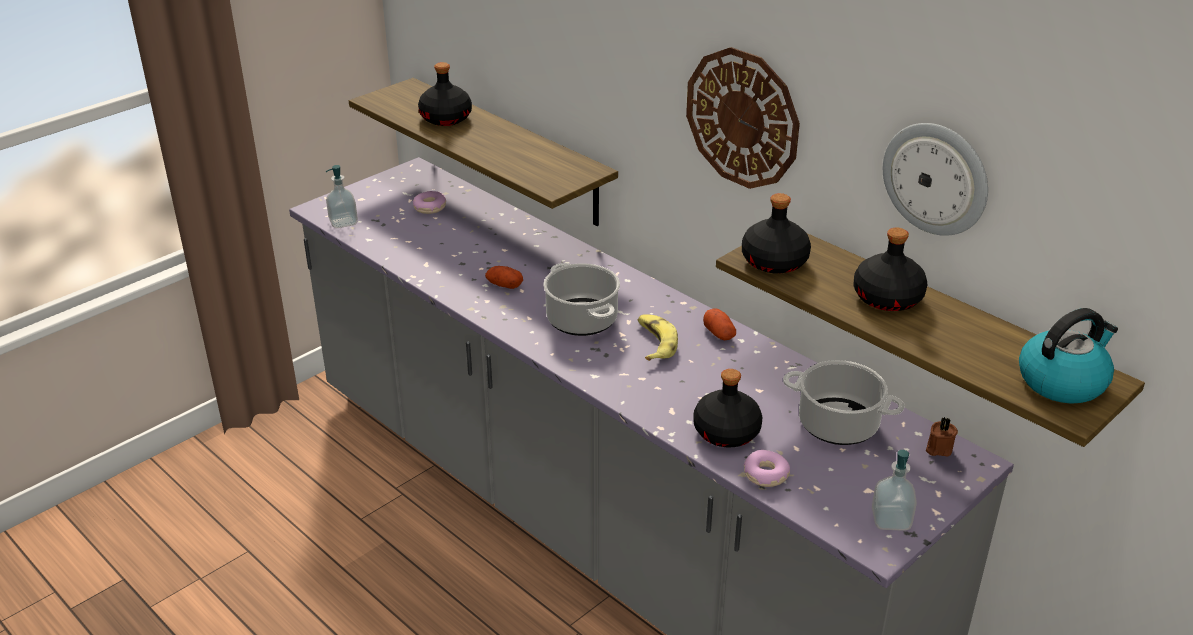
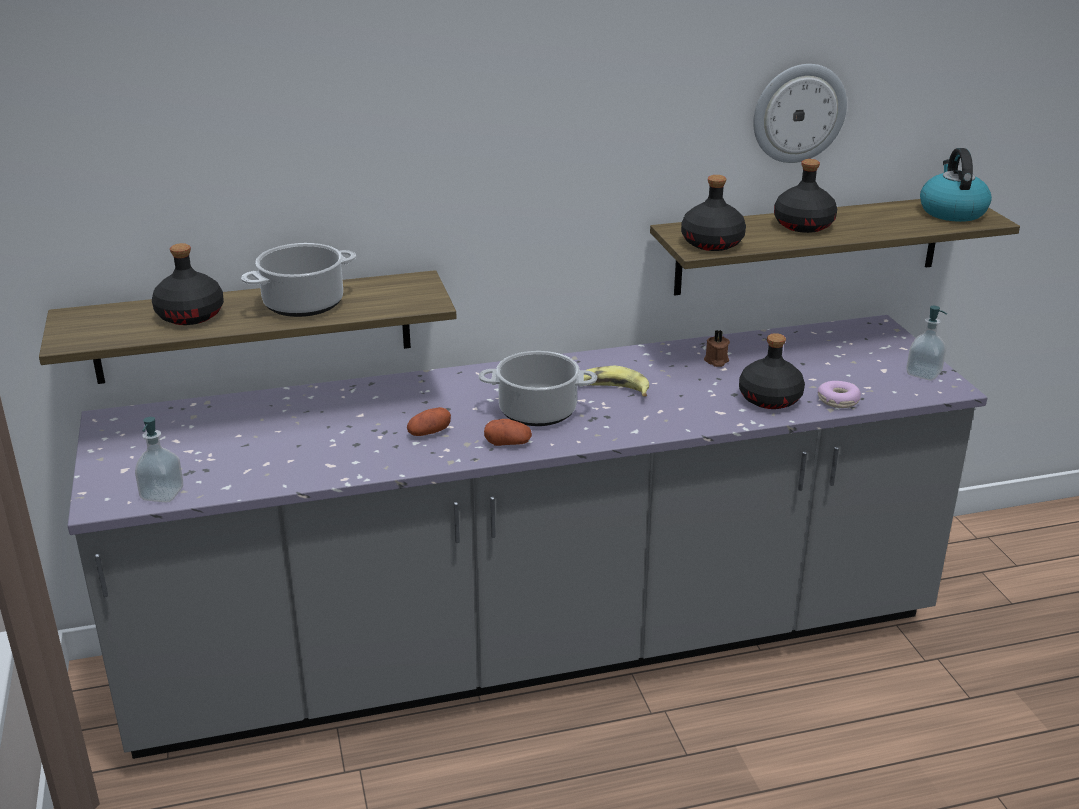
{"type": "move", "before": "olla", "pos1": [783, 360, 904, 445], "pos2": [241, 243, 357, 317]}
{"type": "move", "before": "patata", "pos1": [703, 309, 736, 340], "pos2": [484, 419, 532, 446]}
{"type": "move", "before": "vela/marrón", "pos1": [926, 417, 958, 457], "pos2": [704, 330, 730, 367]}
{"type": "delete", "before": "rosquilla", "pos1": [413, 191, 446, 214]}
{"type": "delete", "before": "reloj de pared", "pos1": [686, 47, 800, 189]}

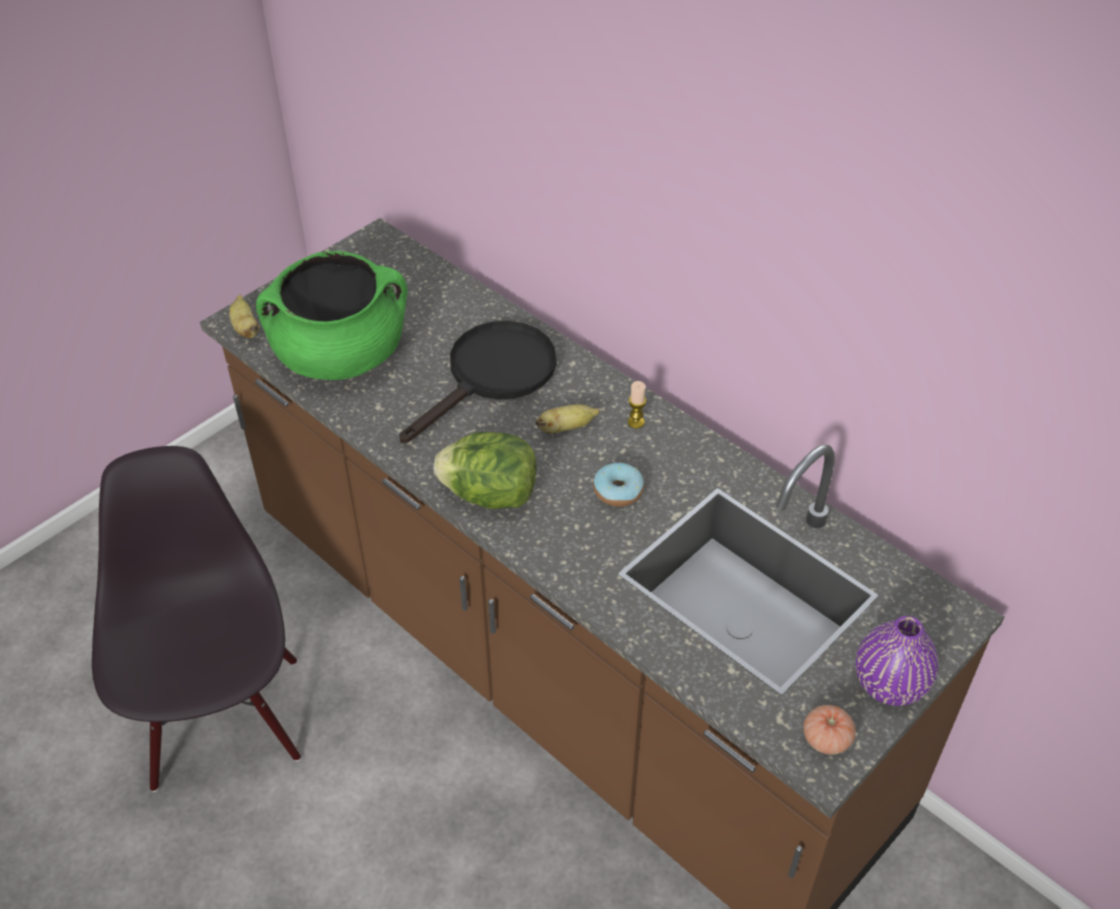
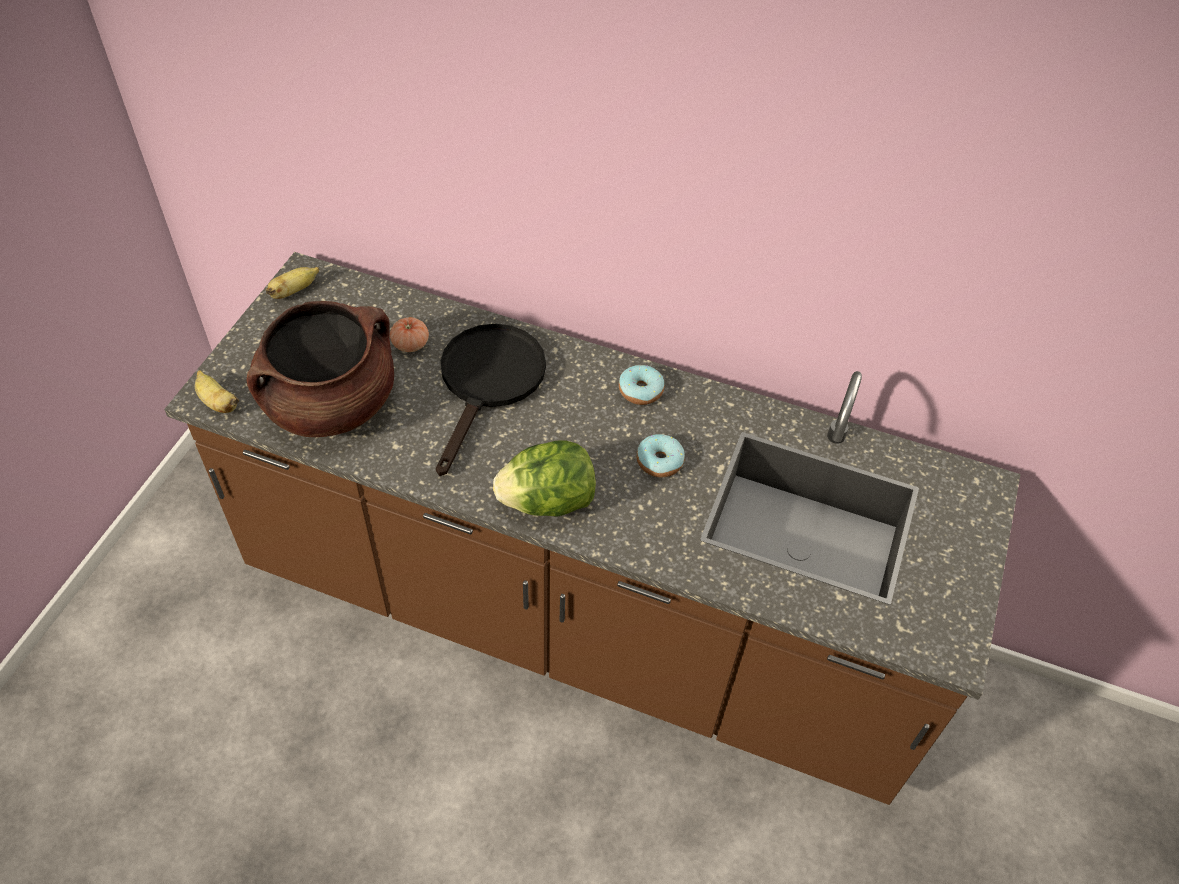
{"type": "recolor", "before": "olla/verde", "after": "olla/marrón", "pos1": [256, 251, 408, 380], "pos2": [246, 301, 394, 437]}
{"type": "move", "before": "plátano", "pos1": [536, 404, 600, 433], "pos2": [266, 267, 319, 299]}
{"type": "move", "before": "tomate", "pos1": [803, 705, 856, 755], "pos2": [390, 317, 429, 352]}
{"type": "replace", "before": "vela", "after": "rosquilla", "pos1": [628, 381, 646, 429], "pos2": [619, 365, 664, 405]}
{"type": "delete", "before": "silla/negro", "pos1": [92, 446, 301, 792]}
{"type": "delete", "before": "florero/morado", "pos1": [856, 616, 938, 706]}

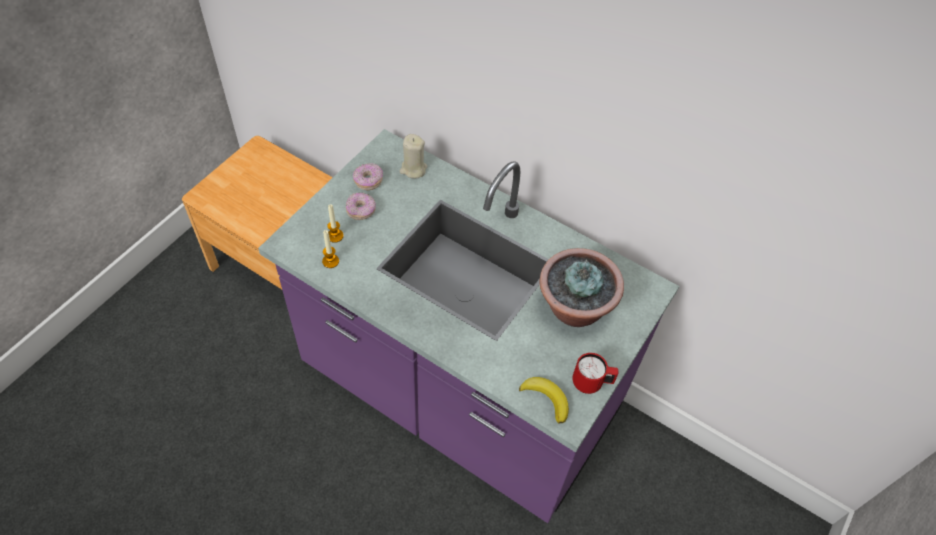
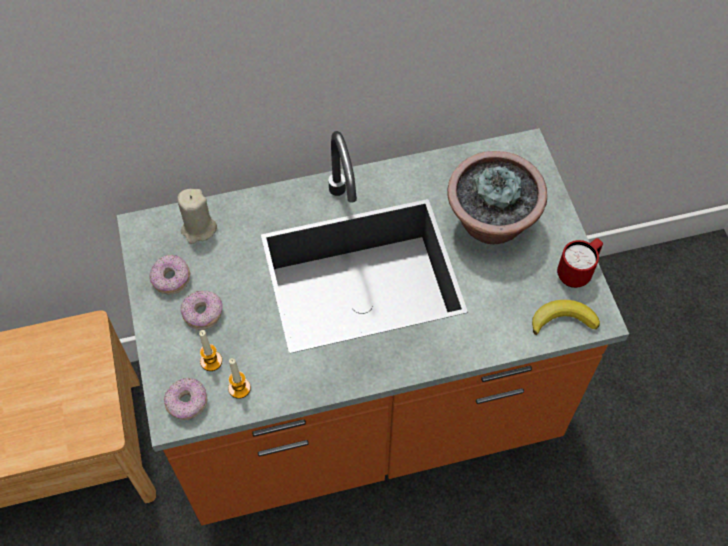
{"type": "recolor", "before": "mueble bajo de cocina/morado", "after": "mueble bajo de cocina/naranja", "pos1": [258, 129, 679, 523], "pos2": [117, 128, 629, 525]}
{"type": "insert", "after": "rosquilla", "pos2": [164, 377, 207, 420]}

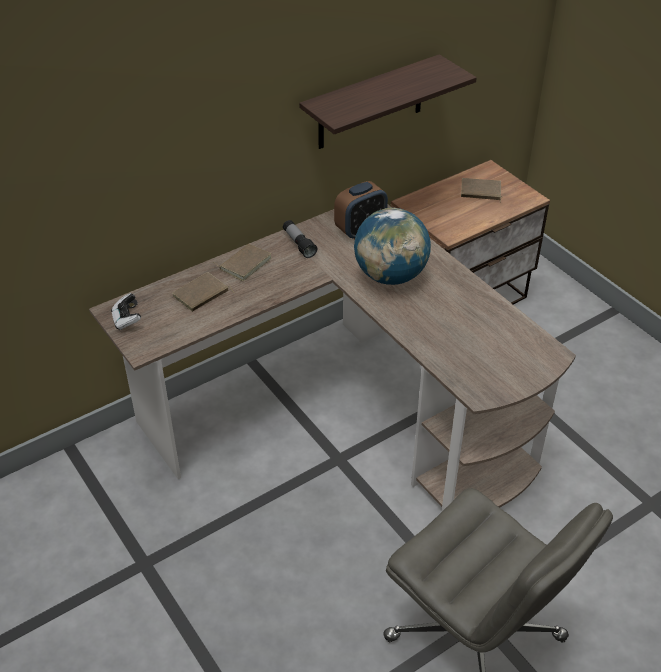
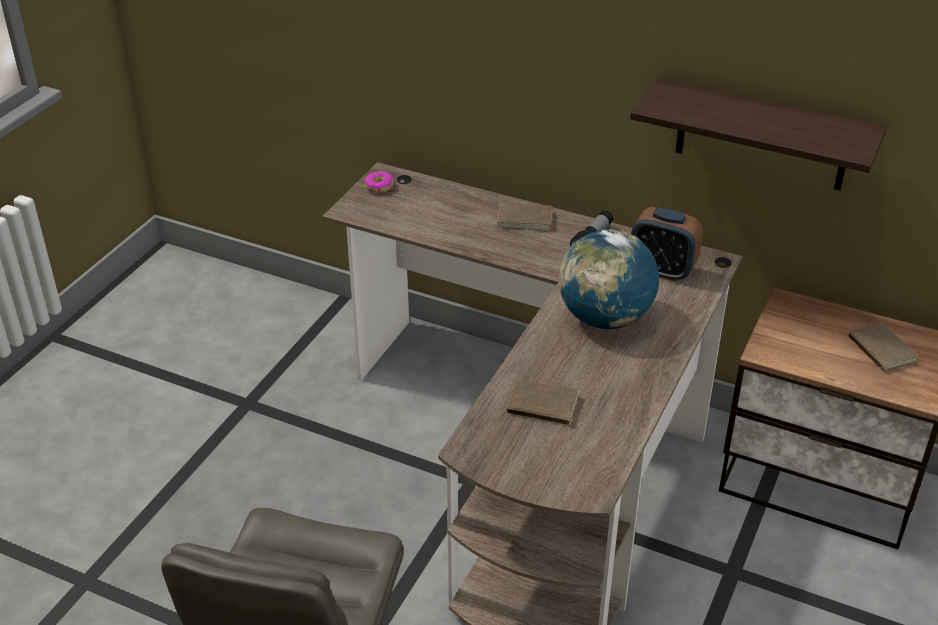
{"type": "replace", "before": "mando de consola", "after": "rosquilla", "pos1": [111, 293, 141, 331], "pos2": [364, 171, 393, 193]}
{"type": "move", "before": "libro/marrón", "pos1": [172, 272, 234, 312], "pos2": [507, 379, 580, 431]}

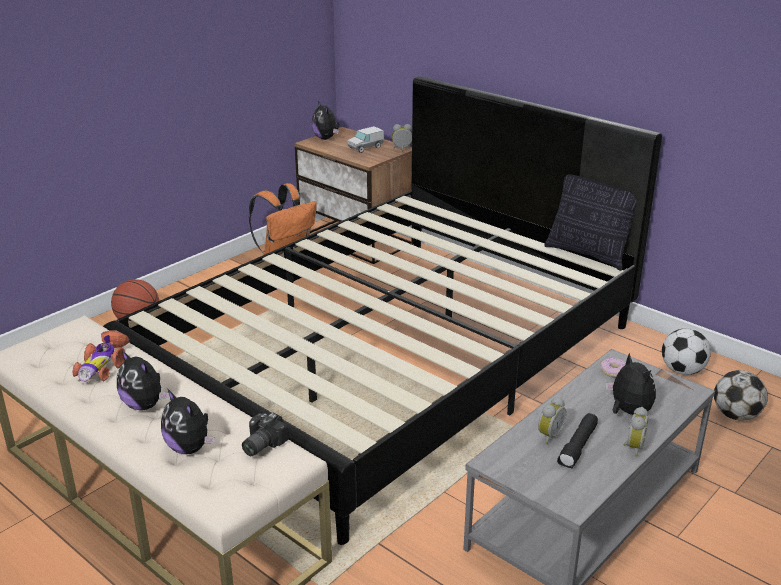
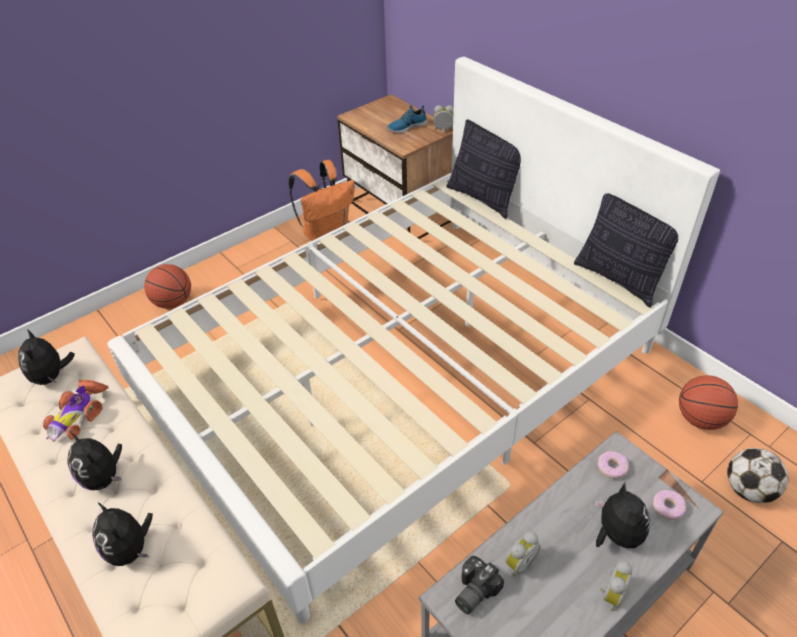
{"type": "move", "before": "peluche", "pos1": [312, 101, 339, 140], "pos2": [18, 329, 75, 385]}
{"type": "recolor", "before": "cama/negro", "after": "cama/blanco", "pos1": [103, 76, 662, 545], "pos2": [107, 57, 720, 623]}
{"type": "replace", "before": "camión de juguete", "after": "zapato", "pos1": [347, 126, 384, 153], "pos2": [387, 105, 427, 133]}
{"type": "insert", "after": "cojín", "pos2": [447, 119, 521, 219]}
{"type": "move", "before": "cámara", "pos1": [242, 413, 289, 456], "pos2": [455, 556, 504, 614]}
{"type": "insert", "after": "rosquilla", "pos2": [653, 490, 686, 520]}
{"type": "replace", "before": "balón de fútbol", "after": "balón de baloncesto", "pos1": [662, 328, 711, 375], "pos2": [679, 375, 738, 430]}
{"type": "delete", "before": "linterna/negro", "pos1": [557, 413, 598, 468]}

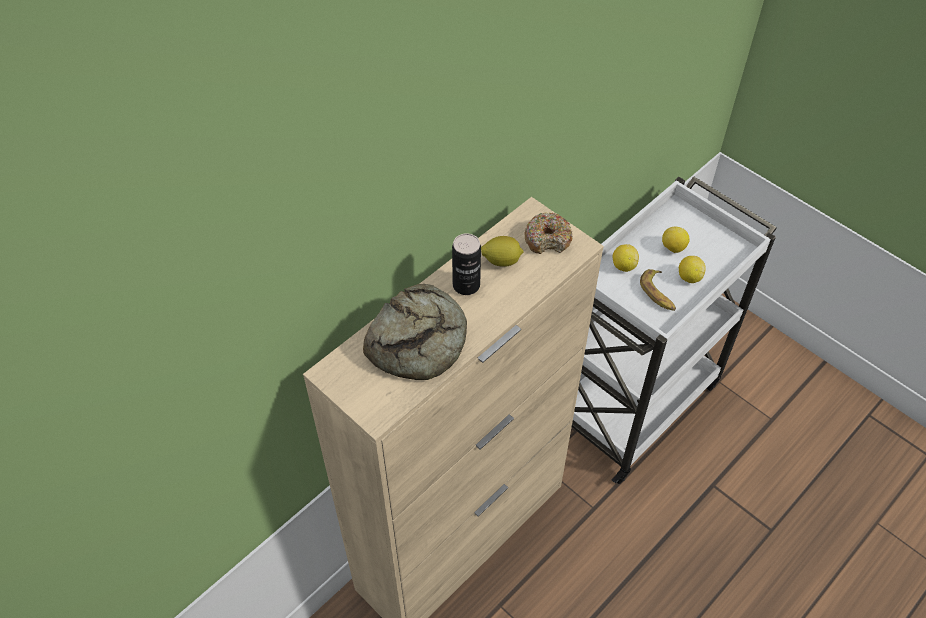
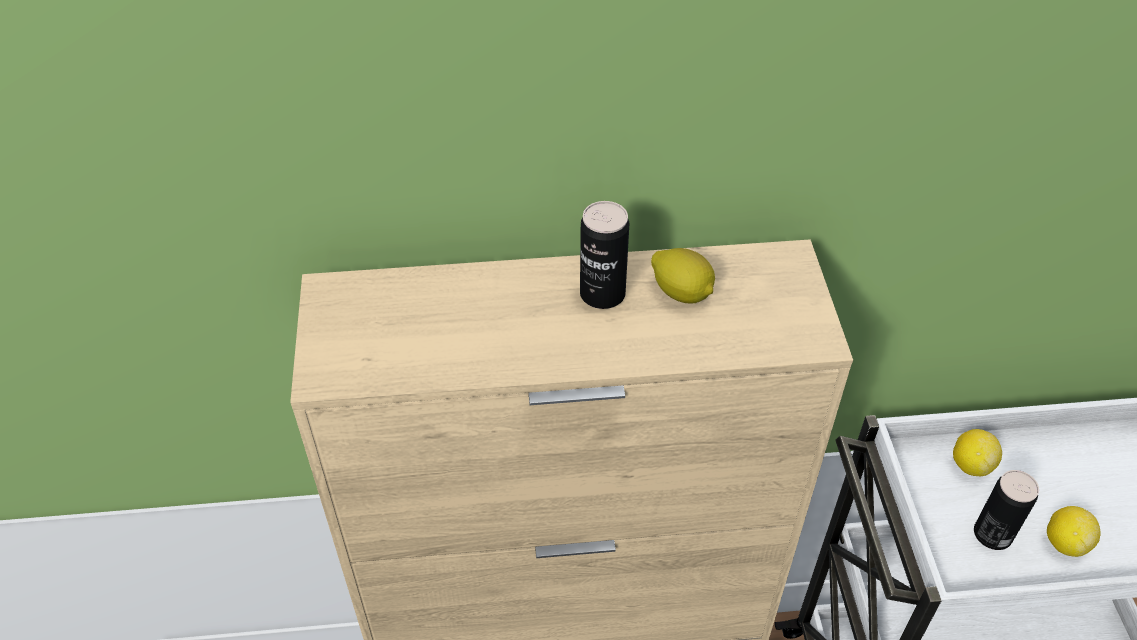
{"type": "replace", "before": "plátano", "after": "lata", "pos1": [640, 269, 676, 311], "pos2": [974, 470, 1039, 550]}
{"type": "delete", "before": "pan", "pos1": [363, 284, 467, 380]}
{"type": "delete", "before": "rosquilla", "pos1": [524, 212, 573, 254]}
{"type": "delete", "before": "limón", "pos1": [662, 227, 690, 253]}

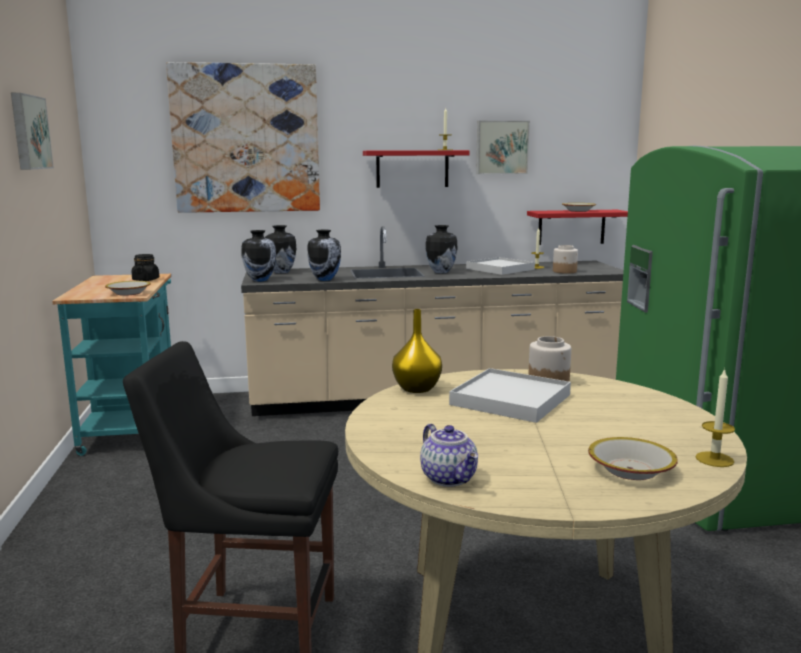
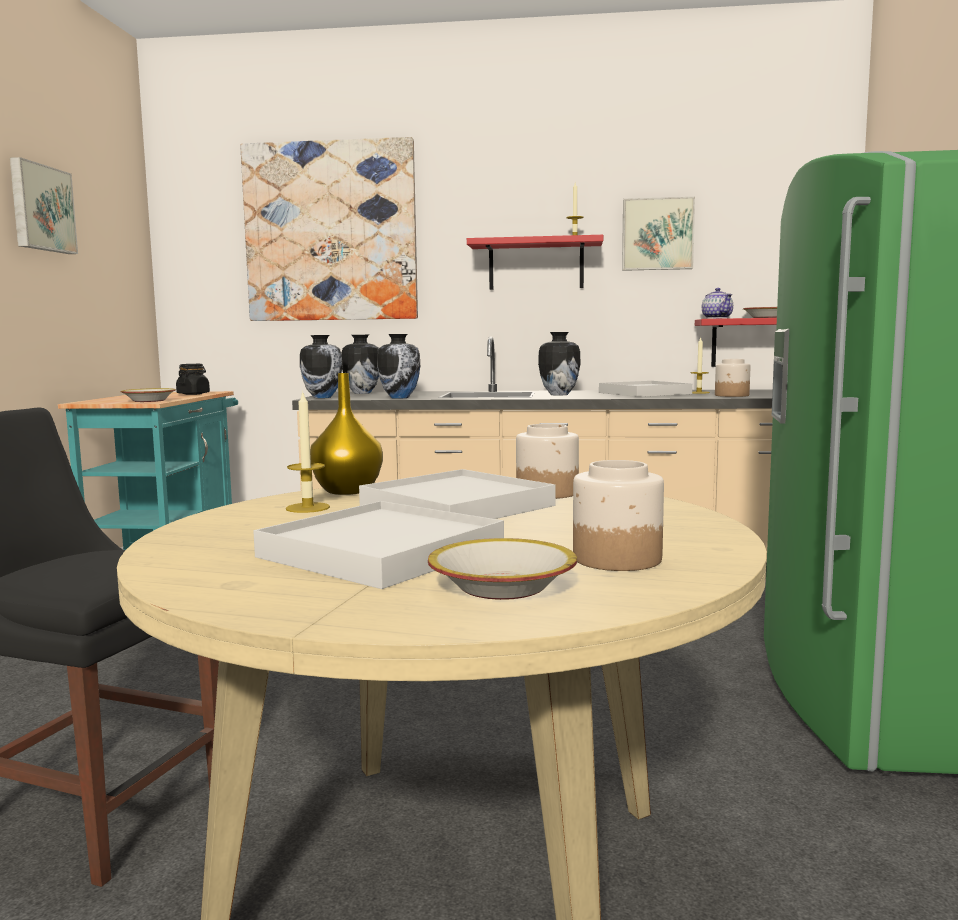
{"type": "insert", "after": "bandeja/blanco", "pos2": [253, 501, 504, 589]}
{"type": "move", "before": "vela", "pos1": [696, 368, 735, 467], "pos2": [286, 393, 330, 513]}
{"type": "insert", "after": "tarro", "pos2": [573, 460, 664, 571]}
{"type": "move", "before": "tetera", "pos1": [420, 424, 478, 487], "pos2": [702, 288, 733, 319]}

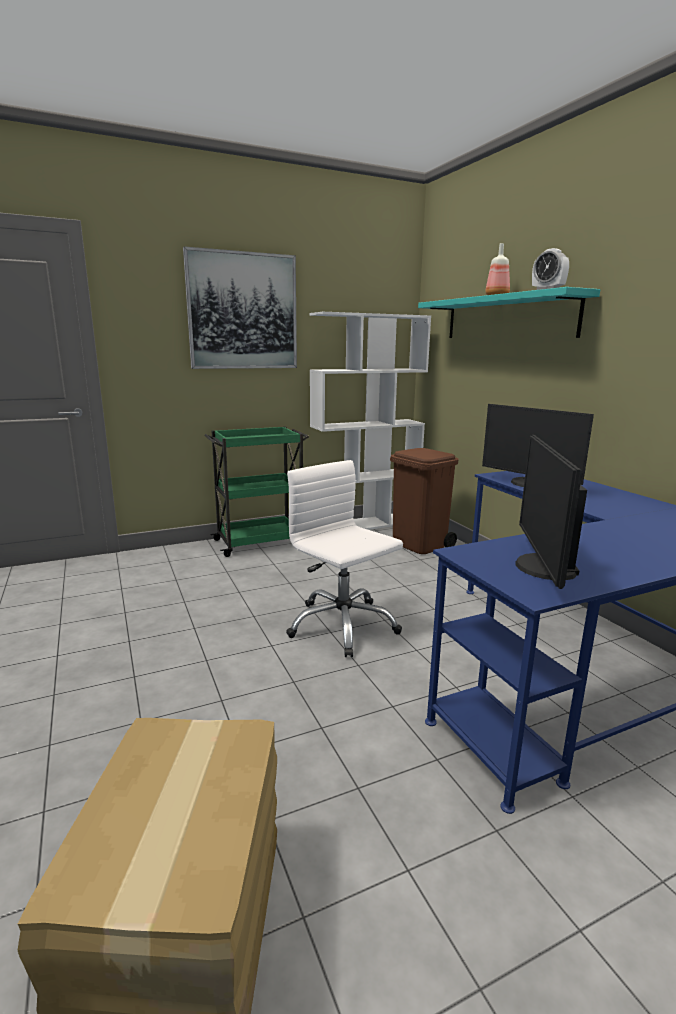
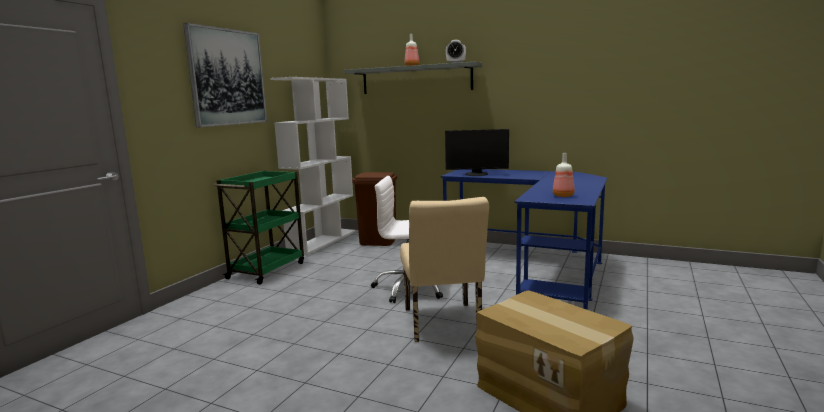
{"type": "recolor", "before": "estante/turquesa", "after": "estante/gris", "pos1": [418, 287, 600, 338], "pos2": [344, 62, 482, 94]}
{"type": "insert", "after": "silla/beis", "pos2": [400, 197, 489, 342]}
{"type": "replace", "before": "monitor", "after": "botella", "pos1": [515, 435, 587, 589], "pos2": [553, 153, 575, 197]}

